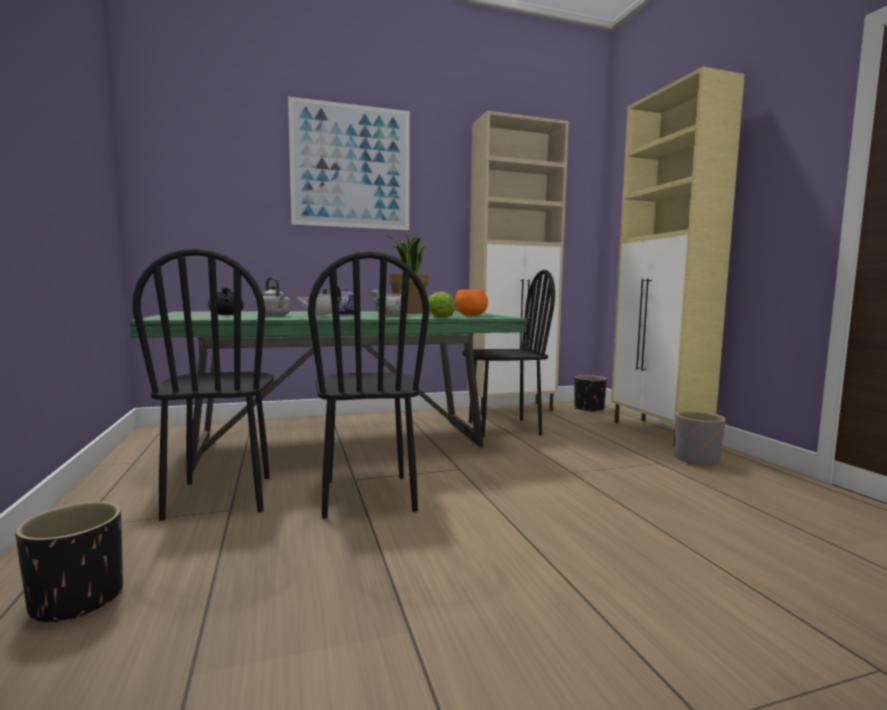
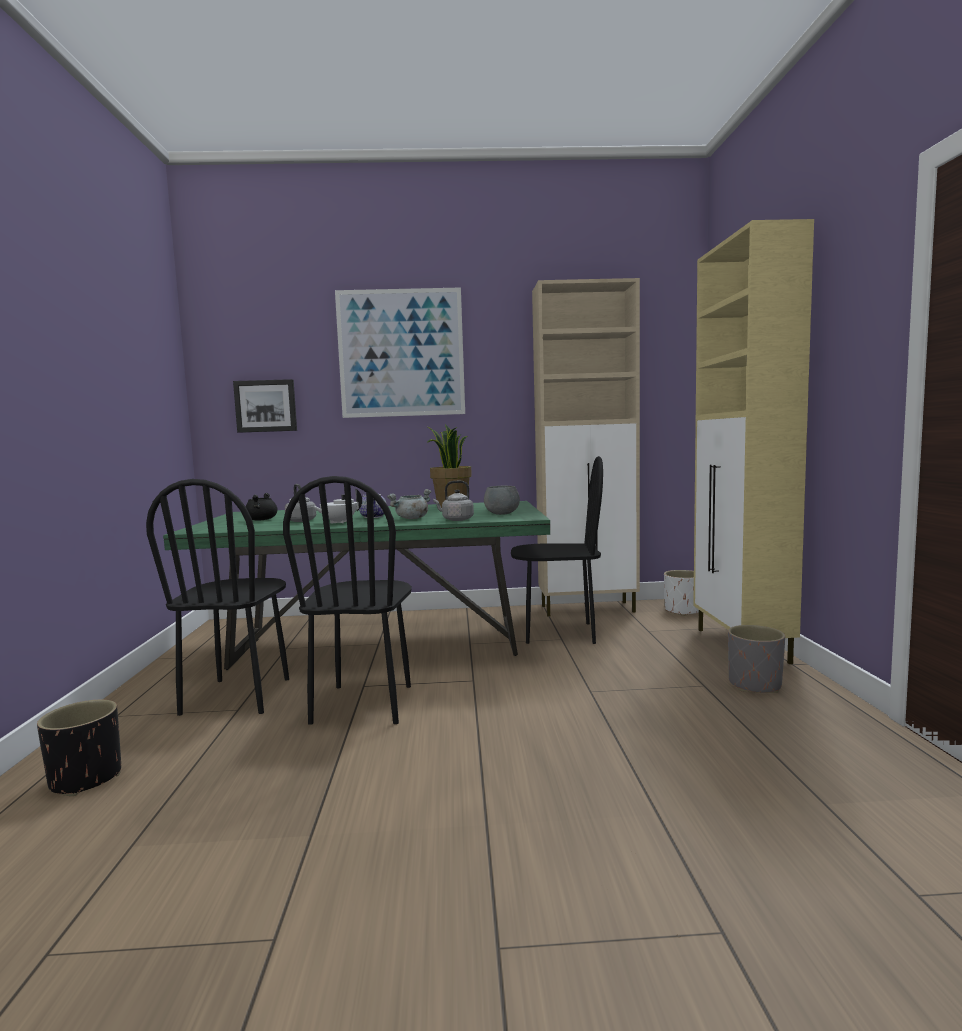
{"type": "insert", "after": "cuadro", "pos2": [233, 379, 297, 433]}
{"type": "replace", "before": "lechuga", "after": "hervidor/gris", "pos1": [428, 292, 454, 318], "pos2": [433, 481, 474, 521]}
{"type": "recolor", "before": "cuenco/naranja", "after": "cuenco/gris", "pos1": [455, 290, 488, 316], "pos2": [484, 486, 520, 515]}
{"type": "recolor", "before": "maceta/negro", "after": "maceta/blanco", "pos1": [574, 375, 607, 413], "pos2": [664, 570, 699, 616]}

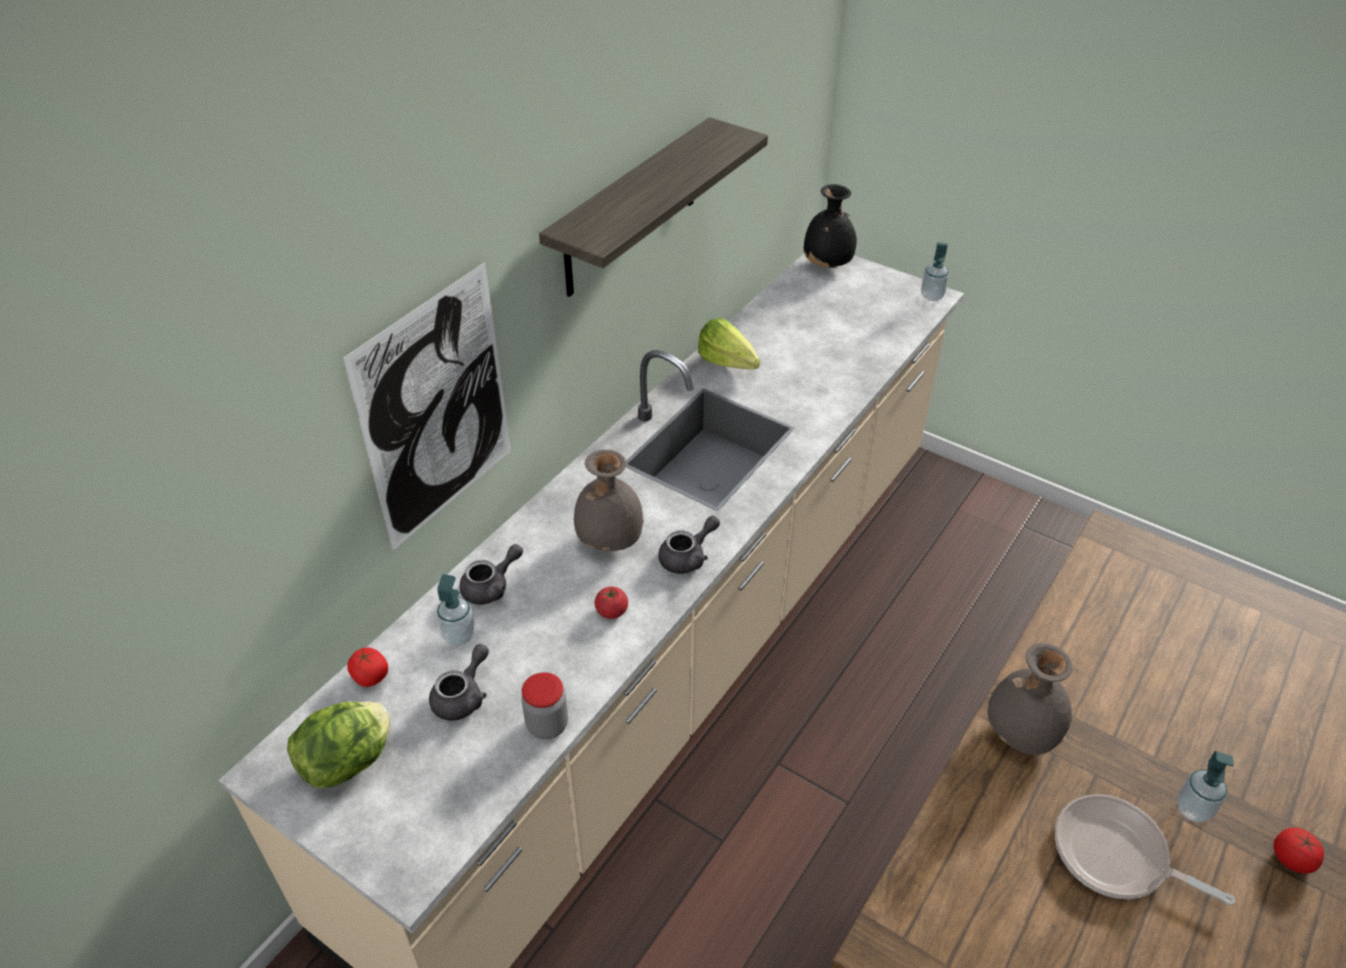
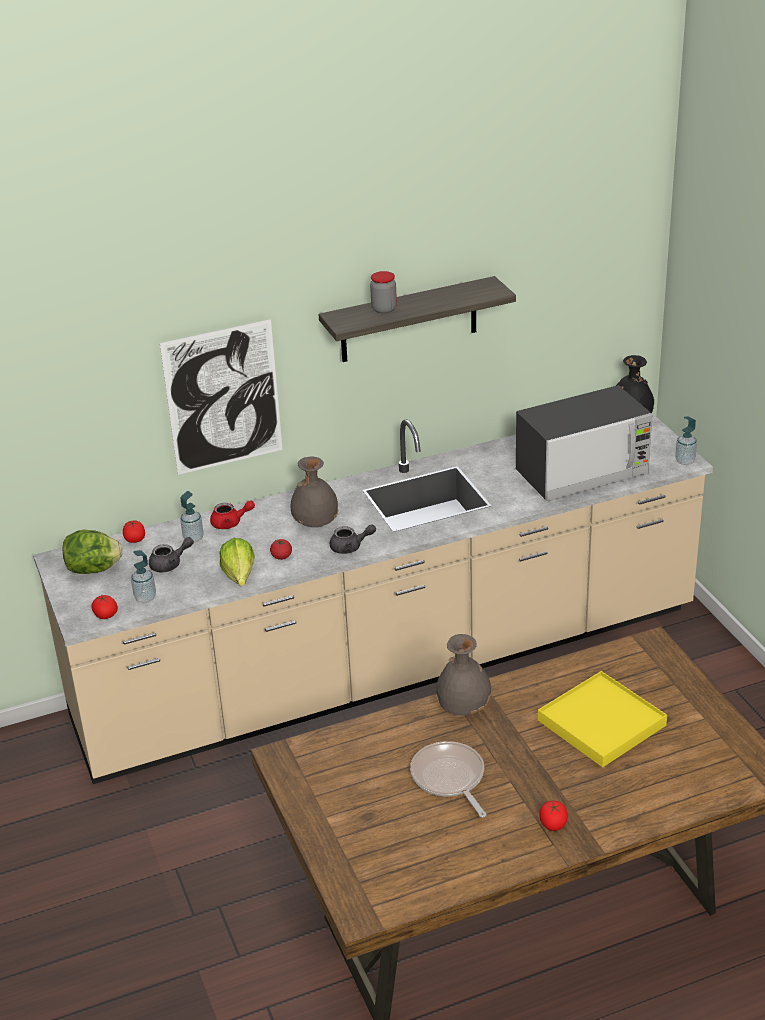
{"type": "insert", "after": "tomate", "pos2": [92, 595, 118, 619]}
{"type": "move", "before": "dispensador de jabón", "pos1": [1177, 751, 1234, 823], "pos2": [131, 550, 156, 603]}
{"type": "recolor", "before": "tetera/gris", "after": "tetera/rojo", "pos1": [460, 544, 523, 605], "pos2": [210, 500, 255, 529]}
{"type": "move", "before": "lechuga", "pos1": [698, 318, 760, 369], "pos2": [220, 538, 255, 586]}
{"type": "move", "before": "tarro", "pos1": [521, 672, 568, 739], "pos2": [370, 271, 397, 314]}
{"type": "insert", "after": "microondas", "pos2": [516, 385, 653, 501]}
{"type": "insert", "after": "bandeja/amarillo", "pos2": [538, 671, 667, 767]}

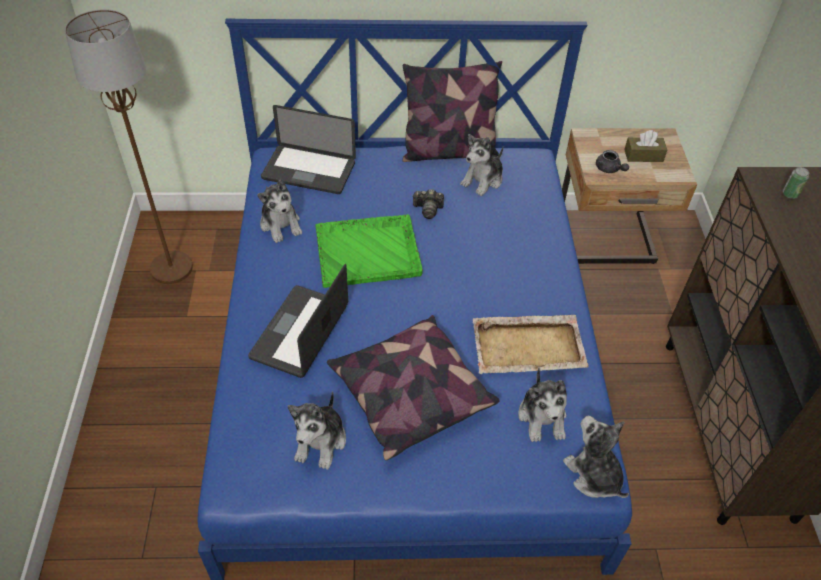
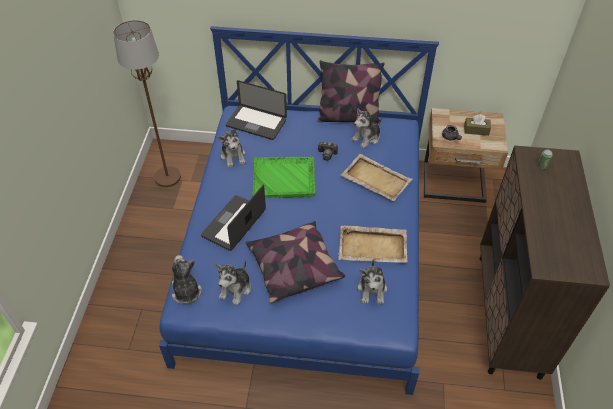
{"type": "move", "before": "peluche", "pos1": [563, 416, 629, 498], "pos2": [172, 255, 202, 304]}
{"type": "insert", "after": "bandeja/beis", "pos2": [341, 154, 413, 201]}

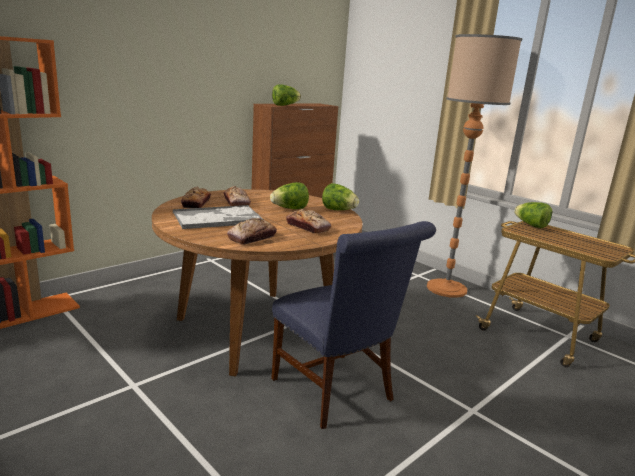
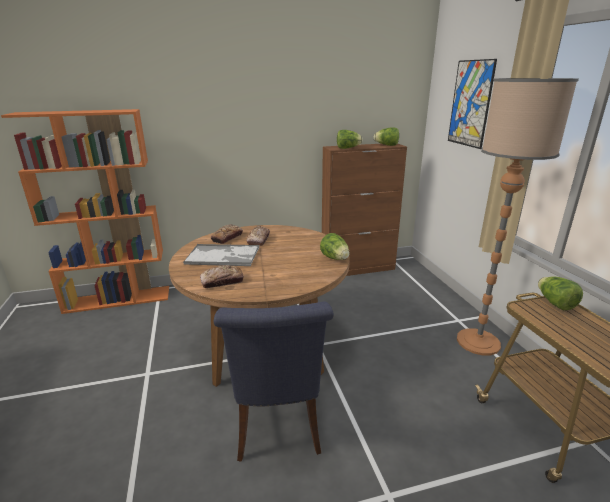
{"type": "move", "before": "lechuga", "pos1": [270, 182, 309, 209], "pos2": [374, 127, 399, 146]}
{"type": "insert", "after": "cuadro", "pos2": [448, 59, 497, 149]}
{"type": "delete", "before": "pan", "pos1": [286, 209, 331, 234]}

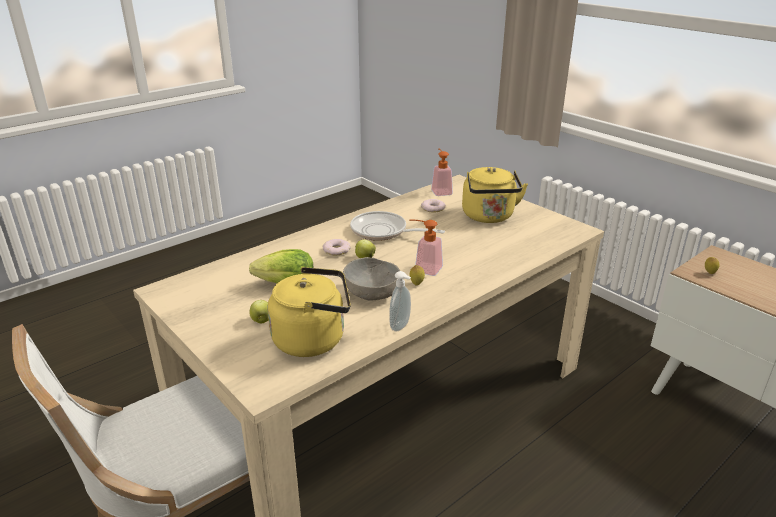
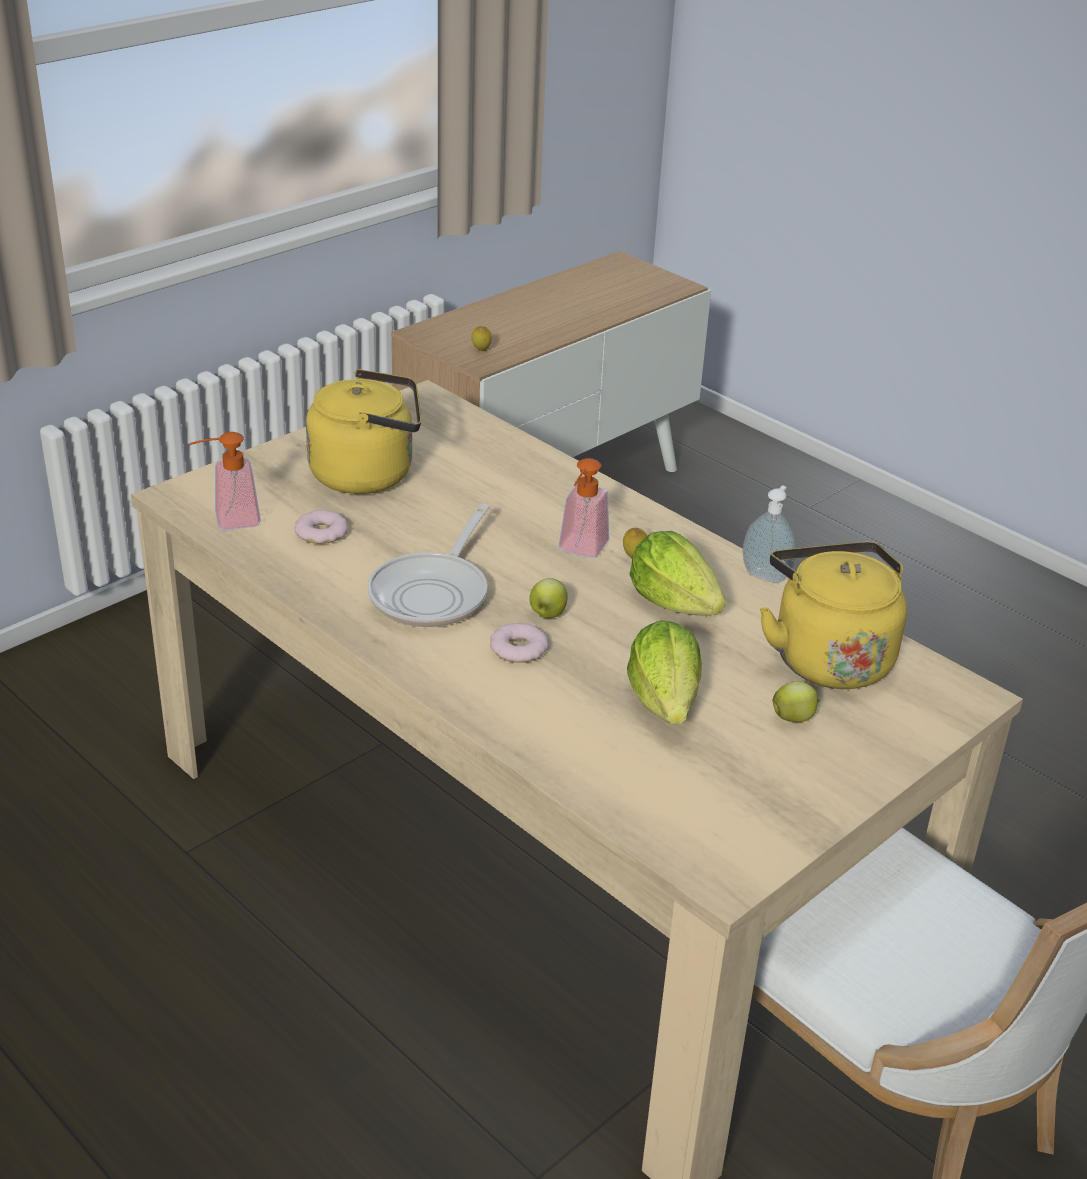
{"type": "replace", "before": "cuenco/gris", "after": "lechuga", "pos1": [343, 257, 400, 301], "pos2": [630, 531, 726, 615]}

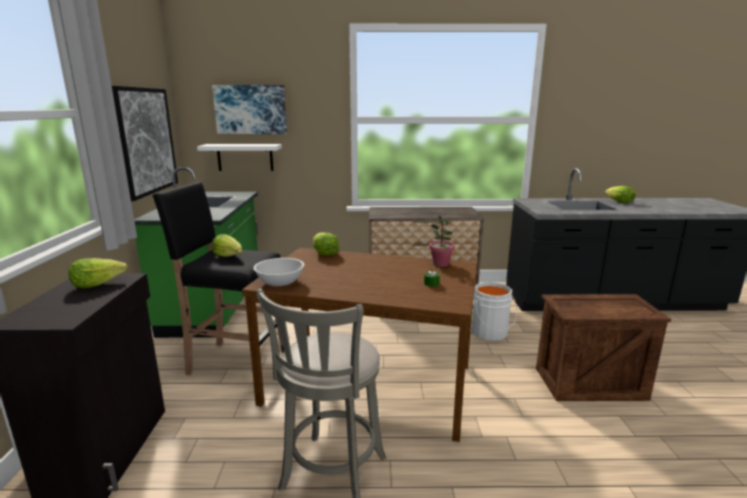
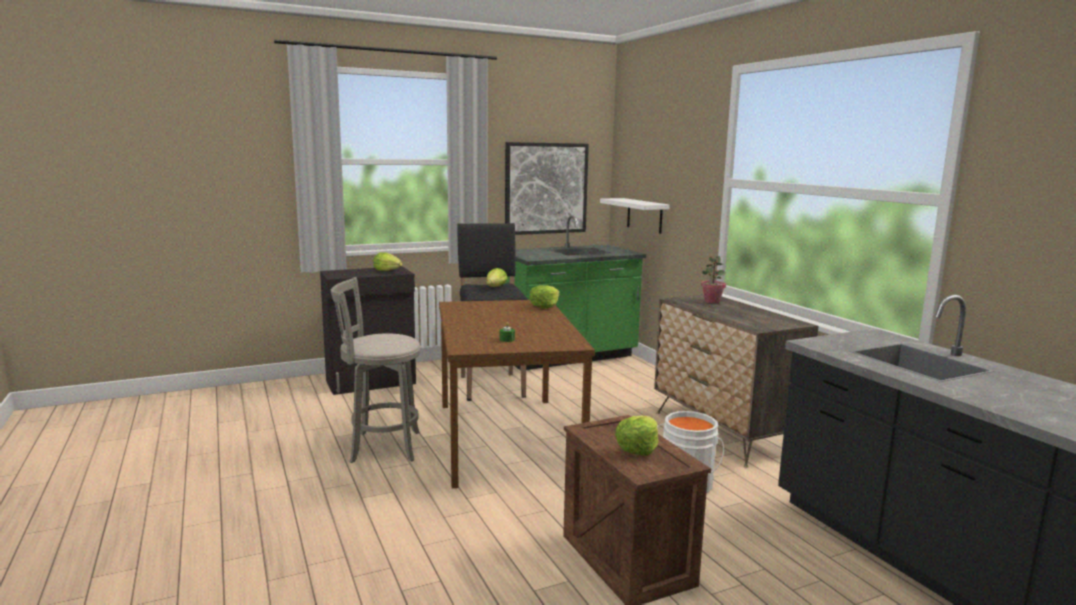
{"type": "move", "before": "lechuga", "pos1": [605, 186, 635, 203], "pos2": [615, 416, 658, 456]}
{"type": "move", "before": "planta en maceta", "pos1": [429, 216, 455, 267], "pos2": [701, 256, 726, 304]}
{"type": "delete", "before": "cuadro", "pos1": [212, 85, 287, 134]}
{"type": "delete", "before": "cuenco/blanco", "pos1": [254, 258, 304, 286]}

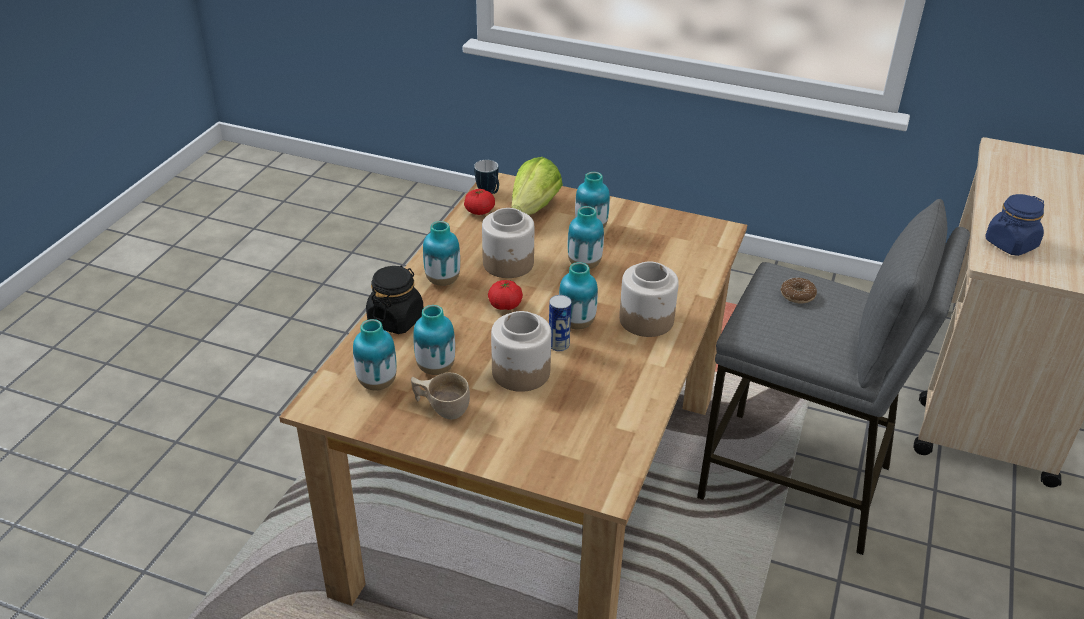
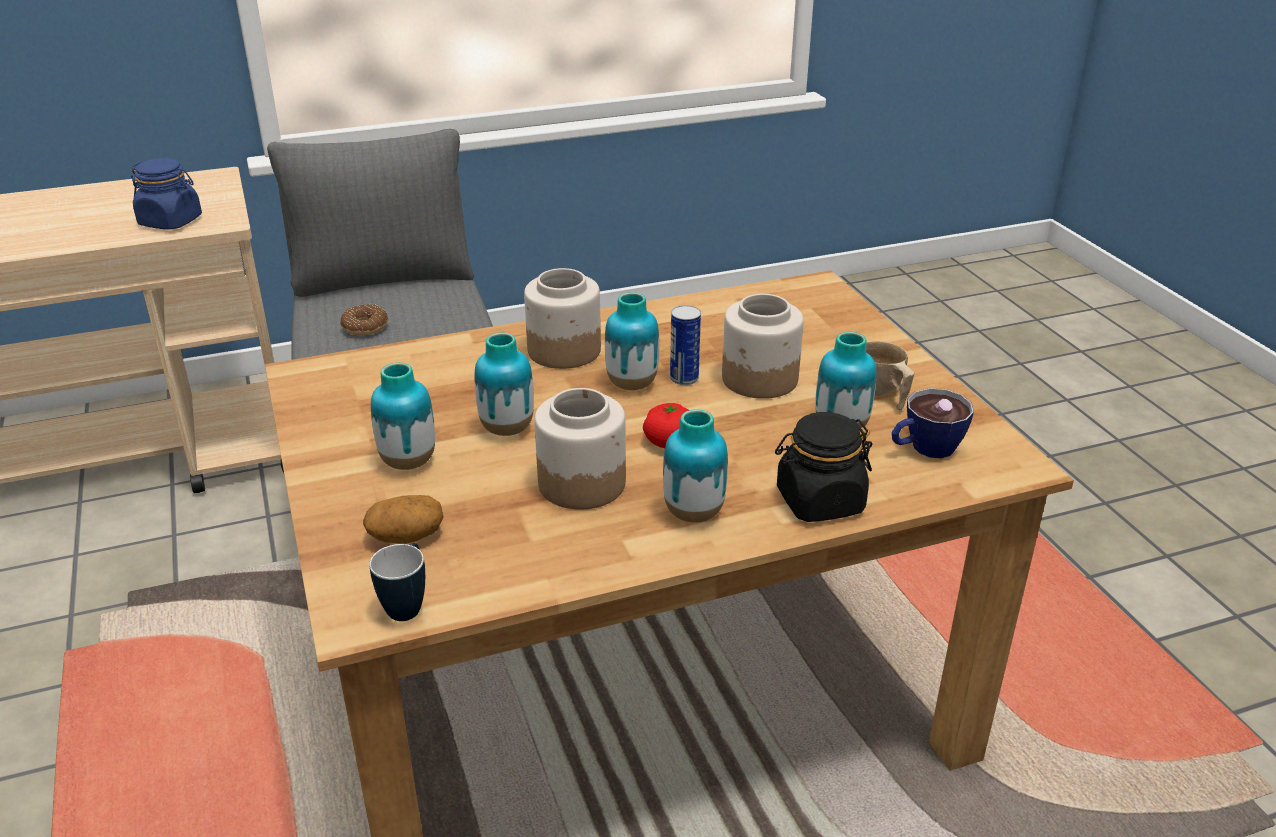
{"type": "replace", "before": "lechuga", "after": "patata", "pos1": [511, 157, 563, 215], "pos2": [363, 495, 444, 544]}
{"type": "replace", "before": "florero", "after": "taza", "pos1": [353, 319, 397, 391], "pos2": [892, 388, 974, 458]}
{"type": "delete", "before": "tomate", "pos1": [464, 189, 495, 215]}

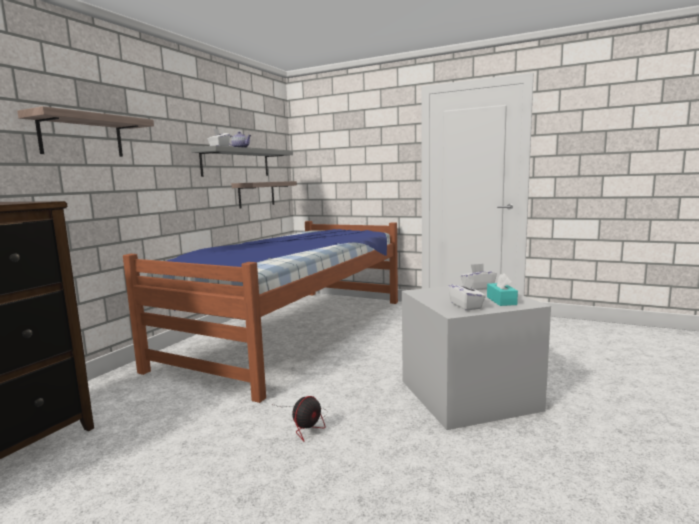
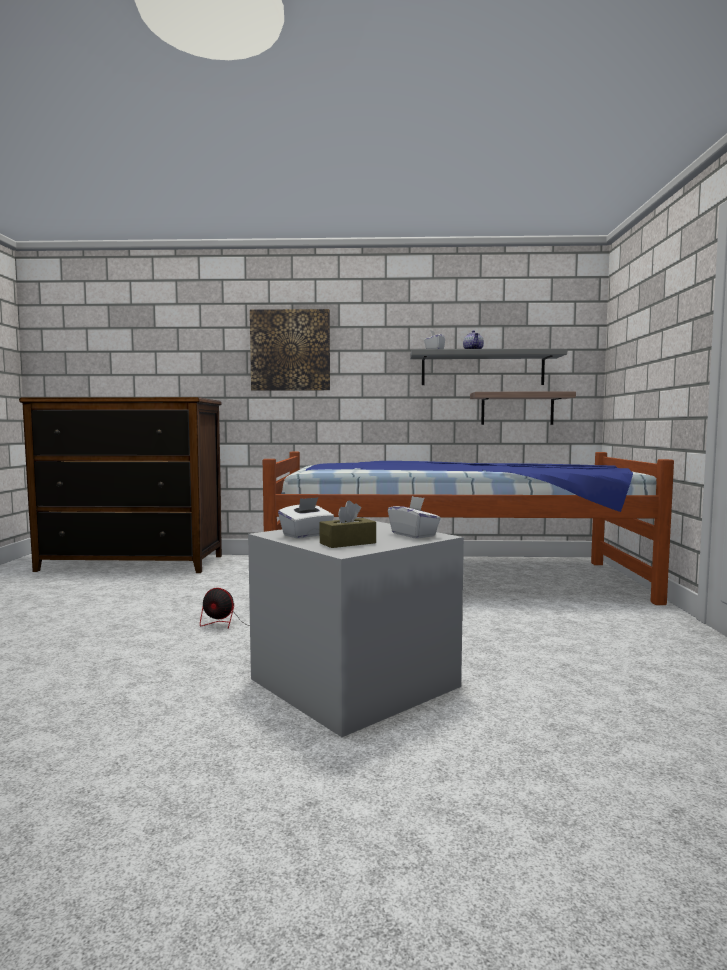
{"type": "replace", "before": "estante", "after": "cuadro", "pos1": [17, 106, 154, 157], "pos2": [250, 309, 330, 391]}
{"type": "recolor", "before": "caja de pañuelos/turquesa", "after": "caja de pañuelos/marrón", "pos1": [487, 273, 518, 306], "pos2": [320, 501, 376, 548]}

